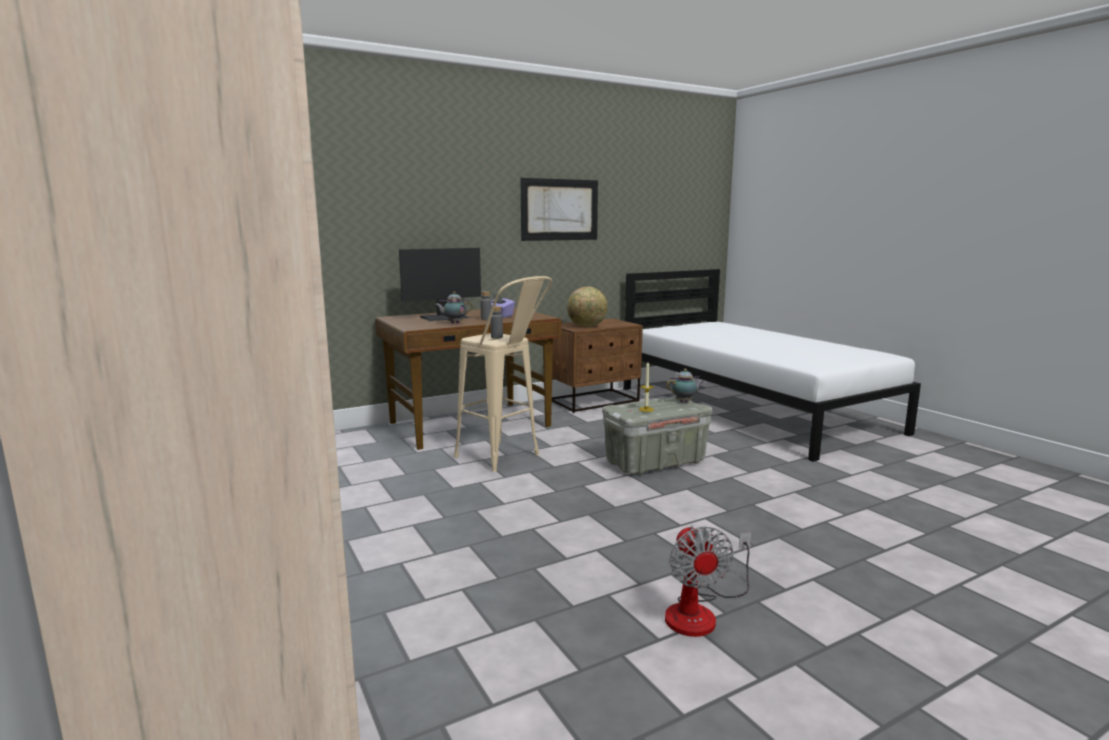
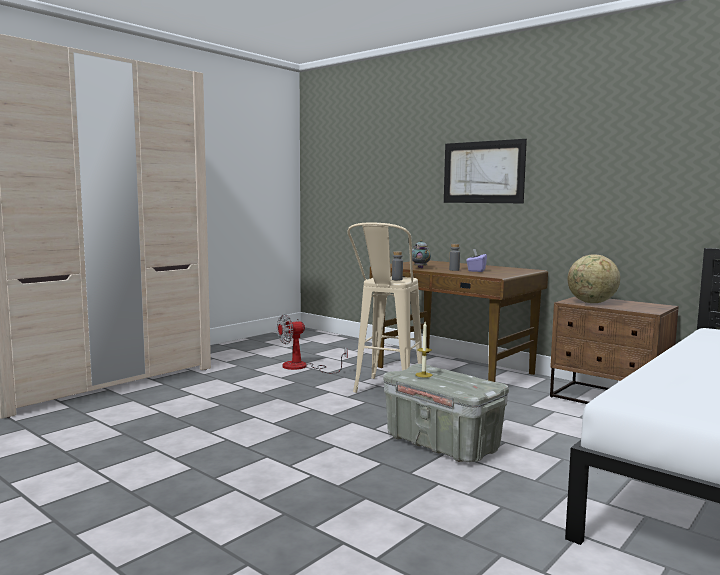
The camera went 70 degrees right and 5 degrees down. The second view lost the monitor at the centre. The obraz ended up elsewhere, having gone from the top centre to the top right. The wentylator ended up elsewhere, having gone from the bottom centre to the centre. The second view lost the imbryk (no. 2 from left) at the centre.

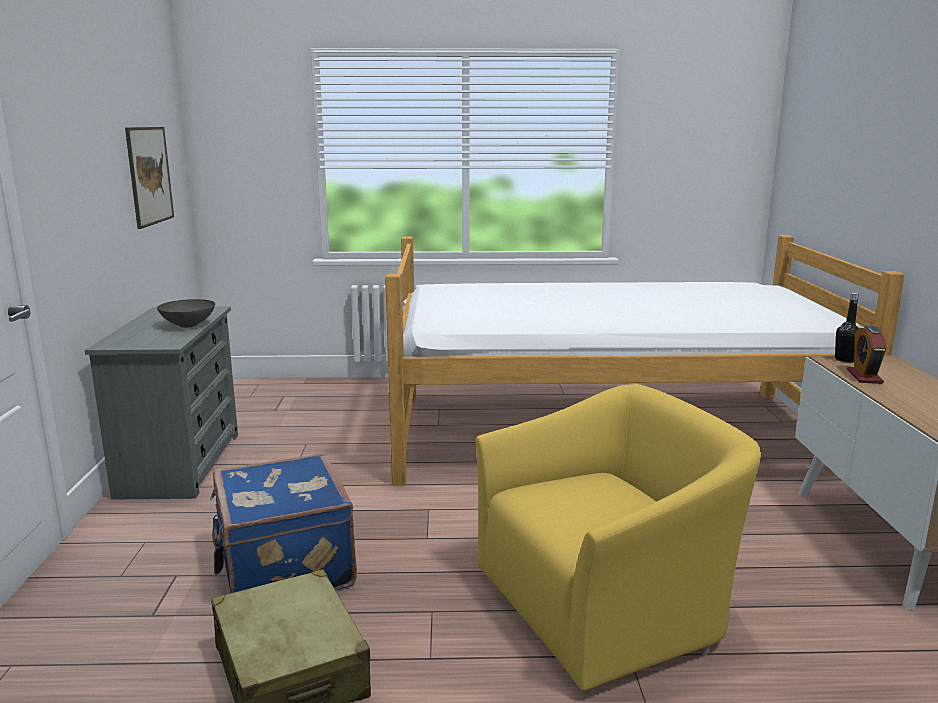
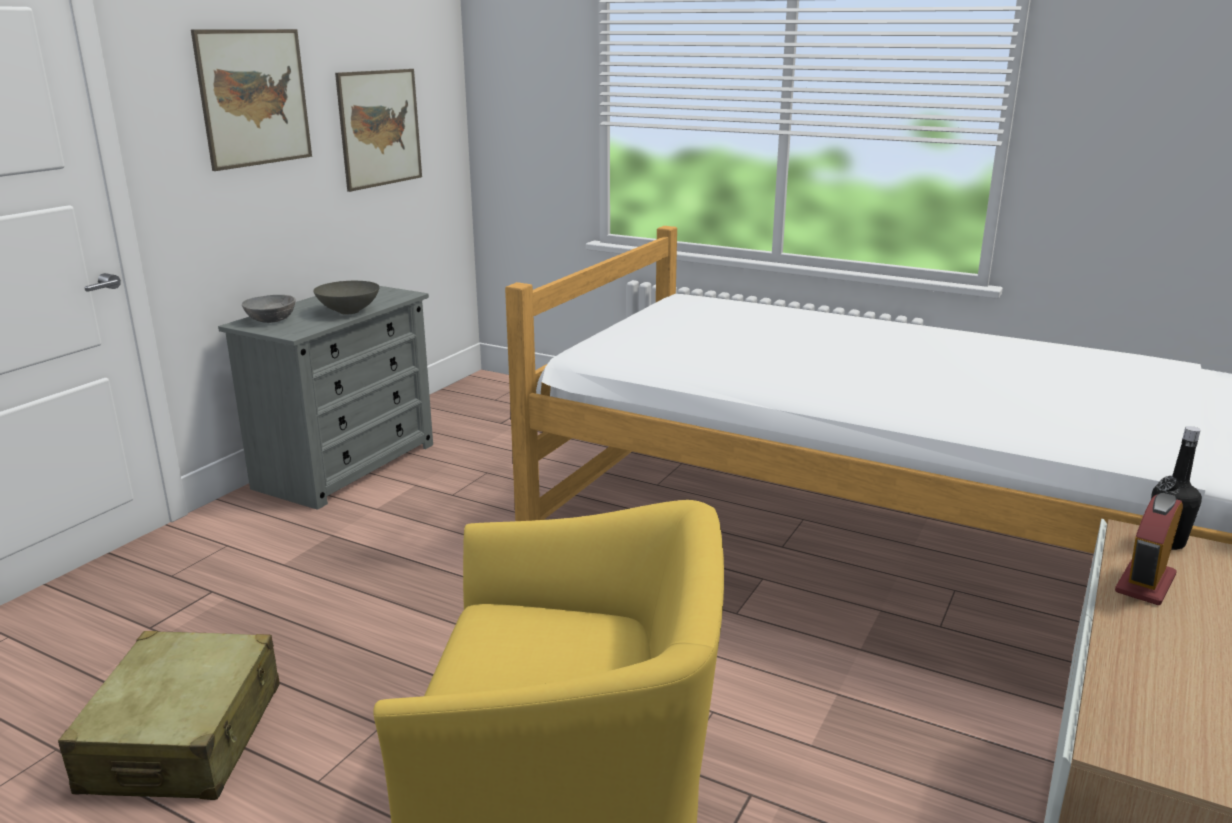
The camera went 30 degrees right and 5 degrees up. The second view lost the walizka [niebieski] at the bottom left. The second view gained the obraz (no. 1 from left) at the top left. The second view gained the miska [szary] (no. 1 from left) at the middle left.

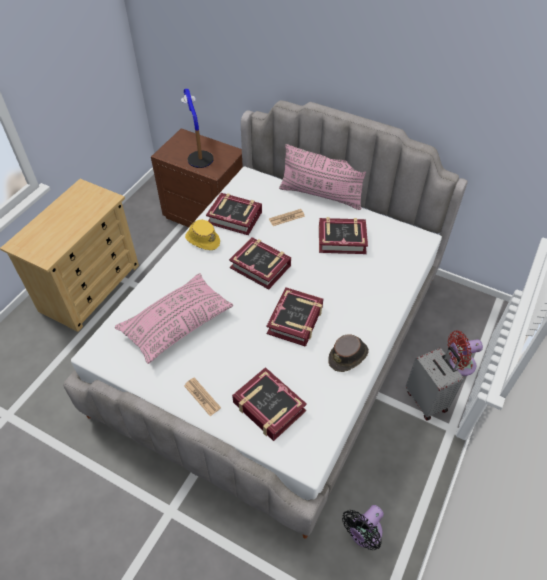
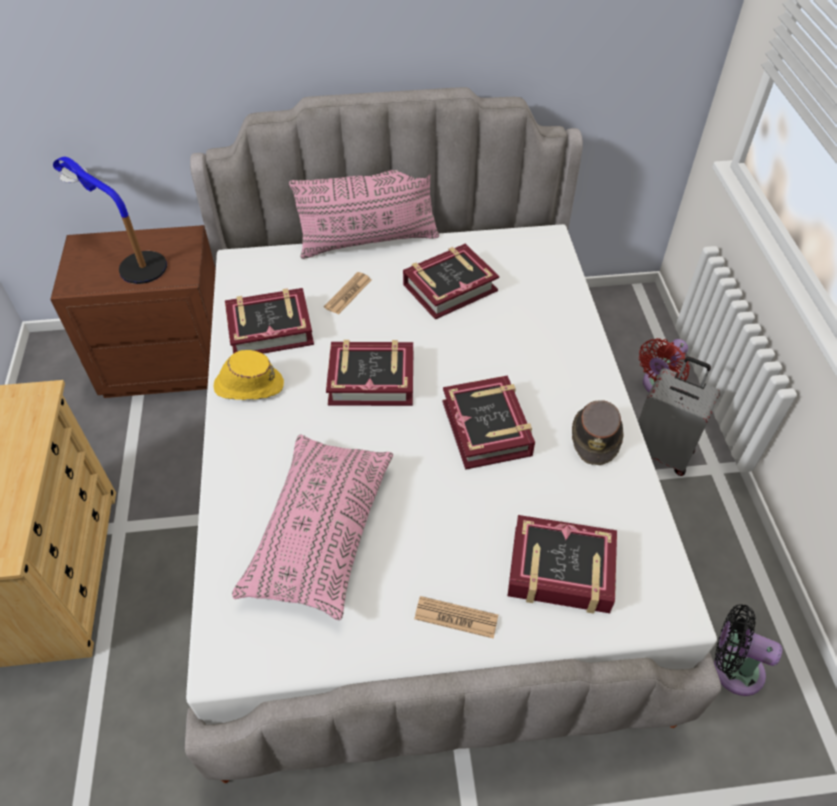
The camera went 35 degrees left and 0 degrees up. The wentylator [czarny] at the bottom centre ended up facing another way, 105 degrees clockwise from before.

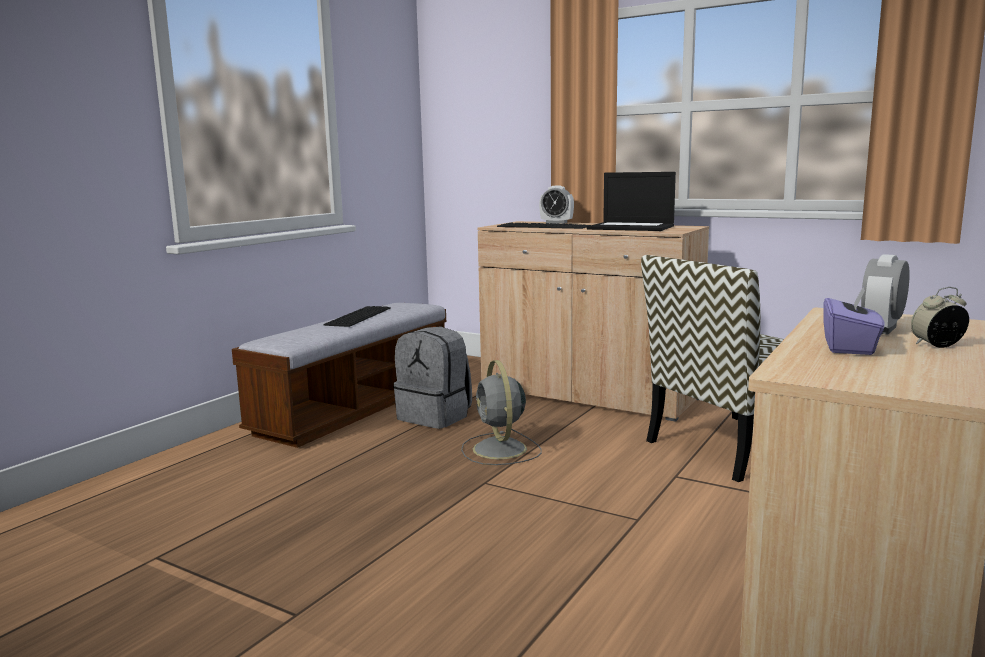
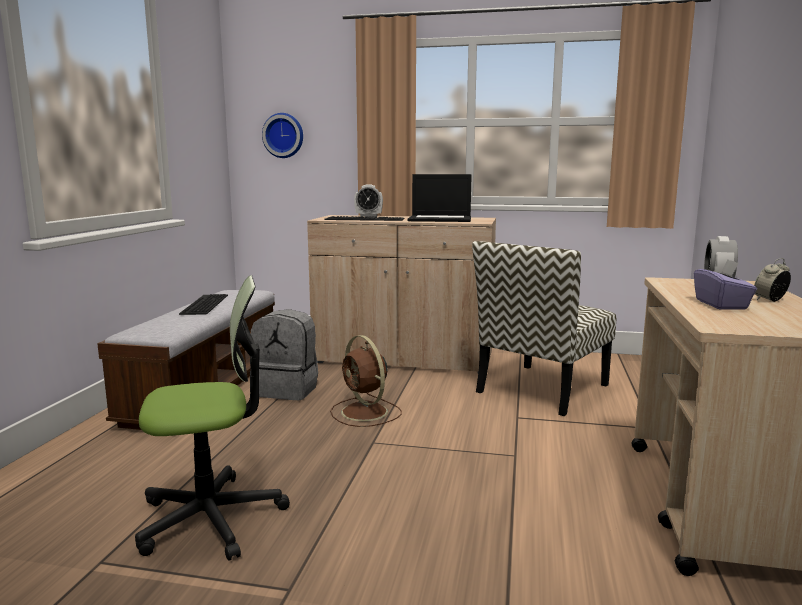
The camera went 20 degrees left and 0 degrees up. What was the wentylator [szary] at the centre turned into the wentylator [brązowy] at the centre. The second view gained the krzesło biurowe at the bottom left. The second view gained the zegar ścienny at the top centre.

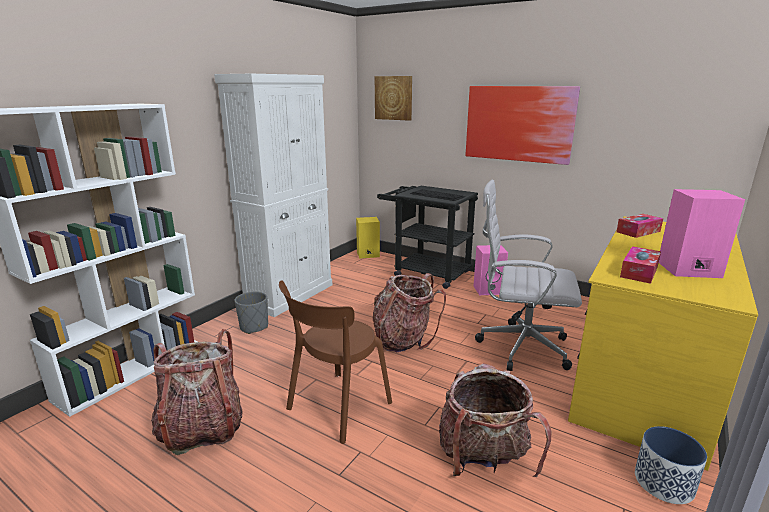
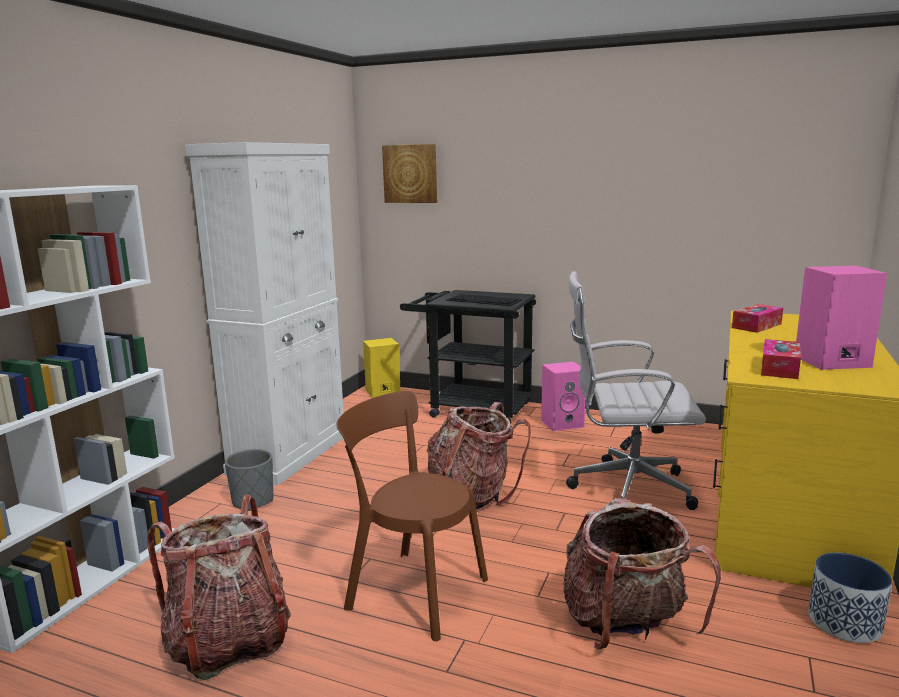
The camera went 10 degrees left and 5 degrees down. The krzesło [brązowy] at the bottom centre ended up facing another way, 90 degrees clockwise from before. The second view lost the obraz (no. 2 from left) at the top right.

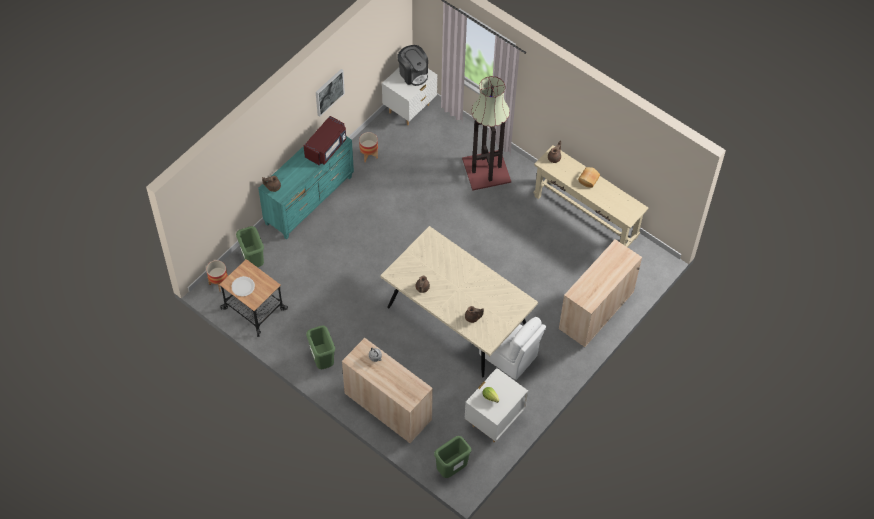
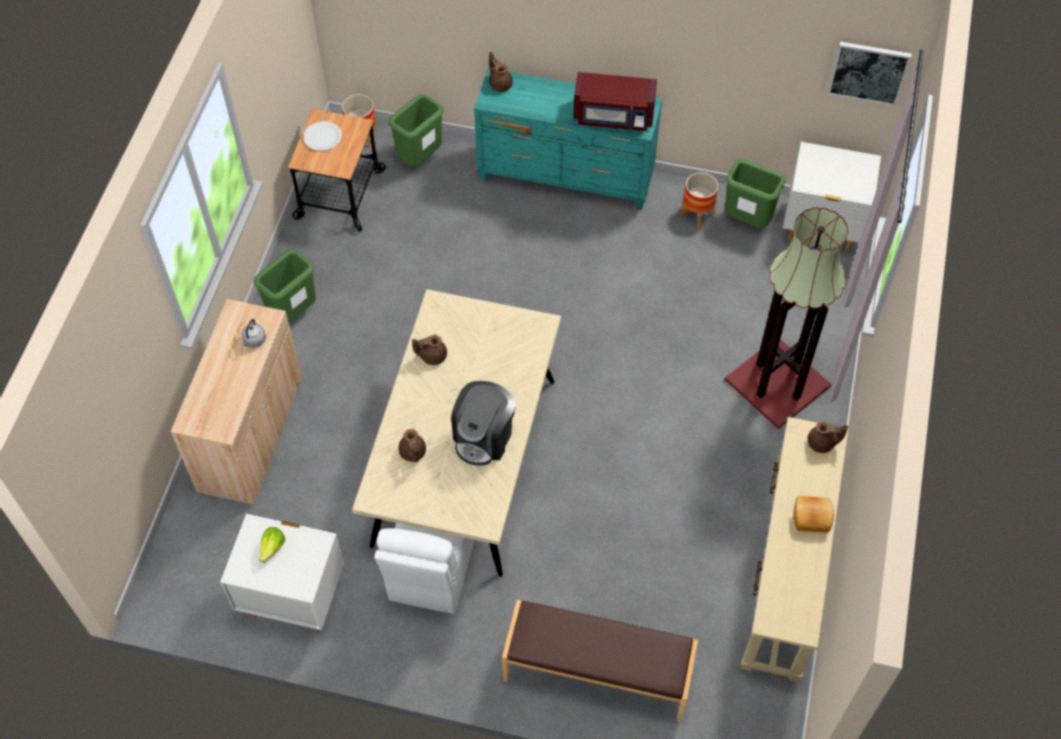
The camera went 65 degrees right and 0 degrees up. The obraz ended up elsewhere, having gone from the top centre to the top right. The ekspres do kawy ended up elsewhere, having gone from the top centre to the centre. The kosz na śmieci [zielony] (no. 3 from left) ended up elsewhere, having gone from the bottom centre to the top right. Where the szafka [beżowy] (no. 2 from left) stood at the middle right, the ławka [brązowy] came to stand at the bottom centre.

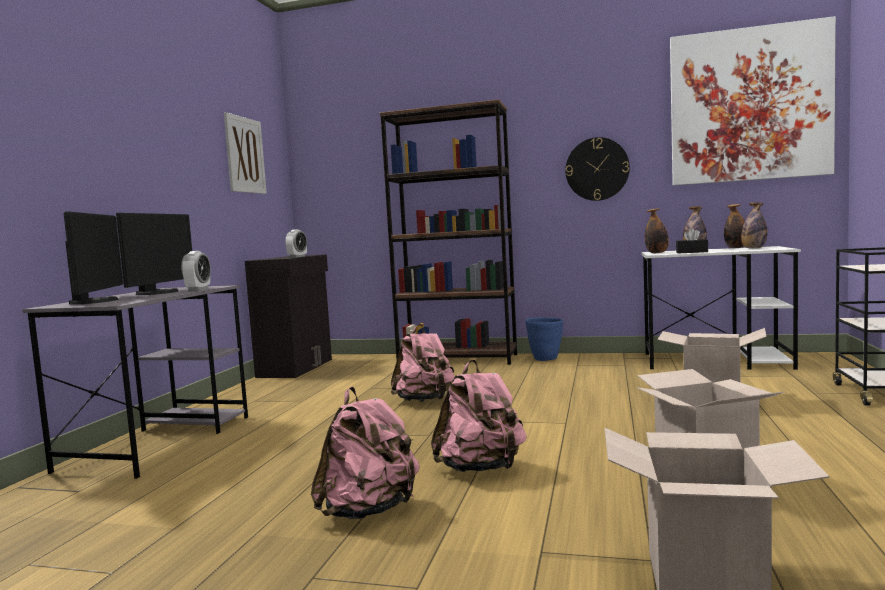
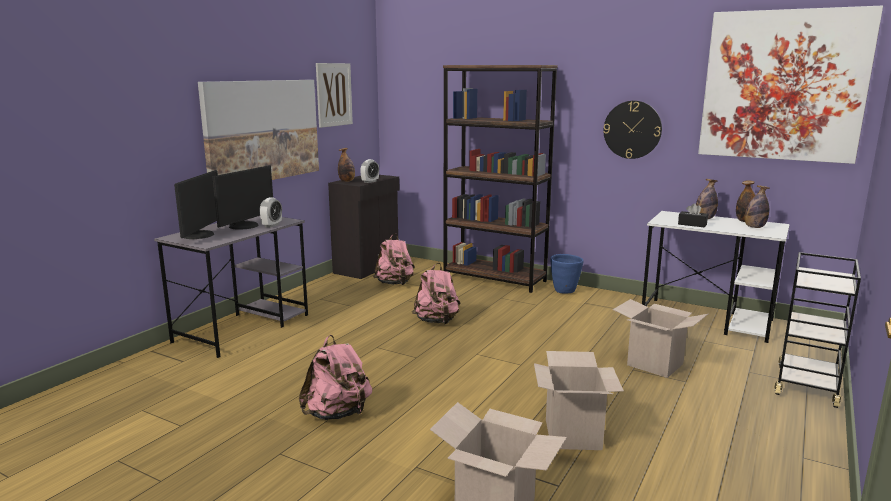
The camera went 15 degrees right and 10 degrees up. The plecak [różowy] (no. 3 from left in the first image) ended up elsewhere, having gone from the bottom centre to the centre. The butelka (no. 1 from left) ended up elsewhere, having gone from the middle right to the top centre. The second view gained the obraz (no. 1 from left) at the top left.

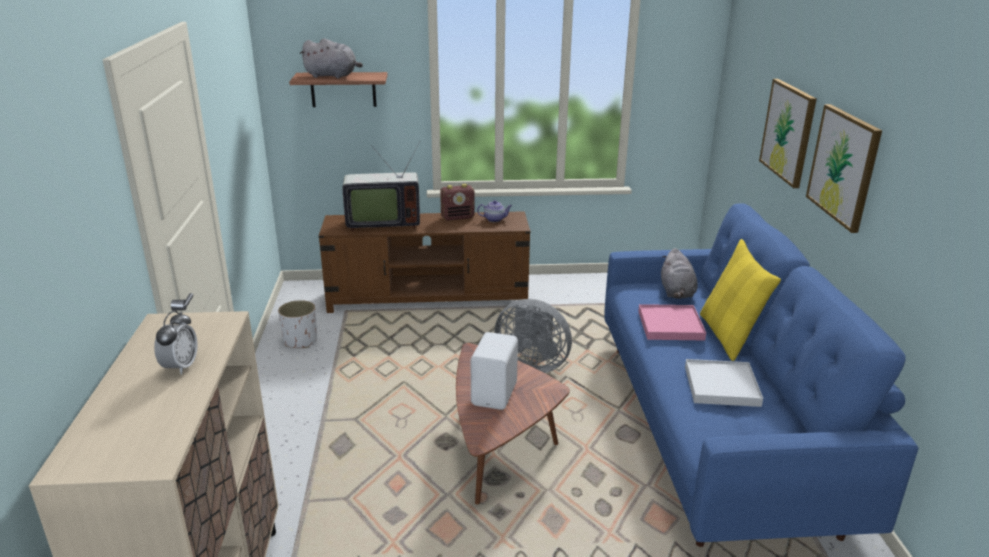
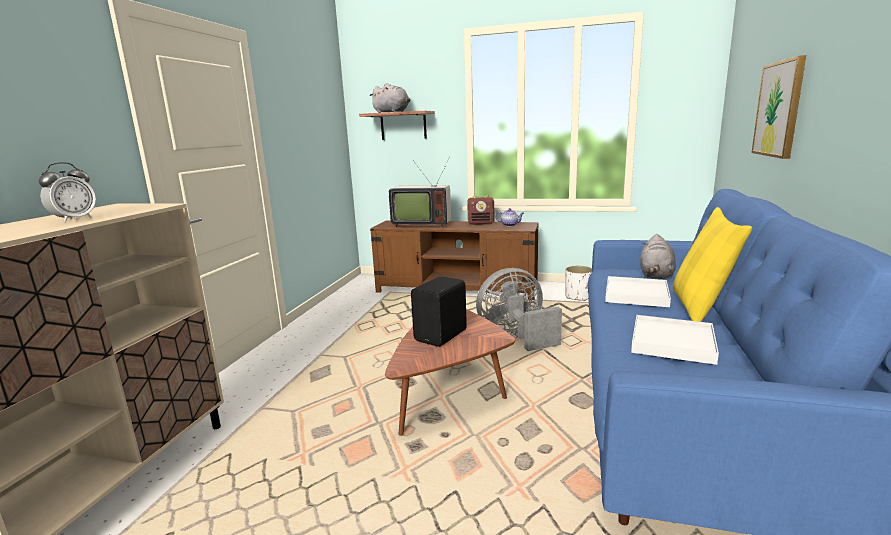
The camera went 20 degrees right and 10 degrees down. The donica [biały] ended up elsewhere, having gone from the middle left to the centre. What was the głośnik [biały] at the centre turned into the głośnik [czarny] at the centre. The wentylator [szary] at the centre ended up facing another way, 120 degrees clockwise from before. What was the taca [różowy] at the middle right turned into the taca [biały] (no. 1 from left) at the middle right. The second view lost the obraz (no. 2 from left) at the top right.

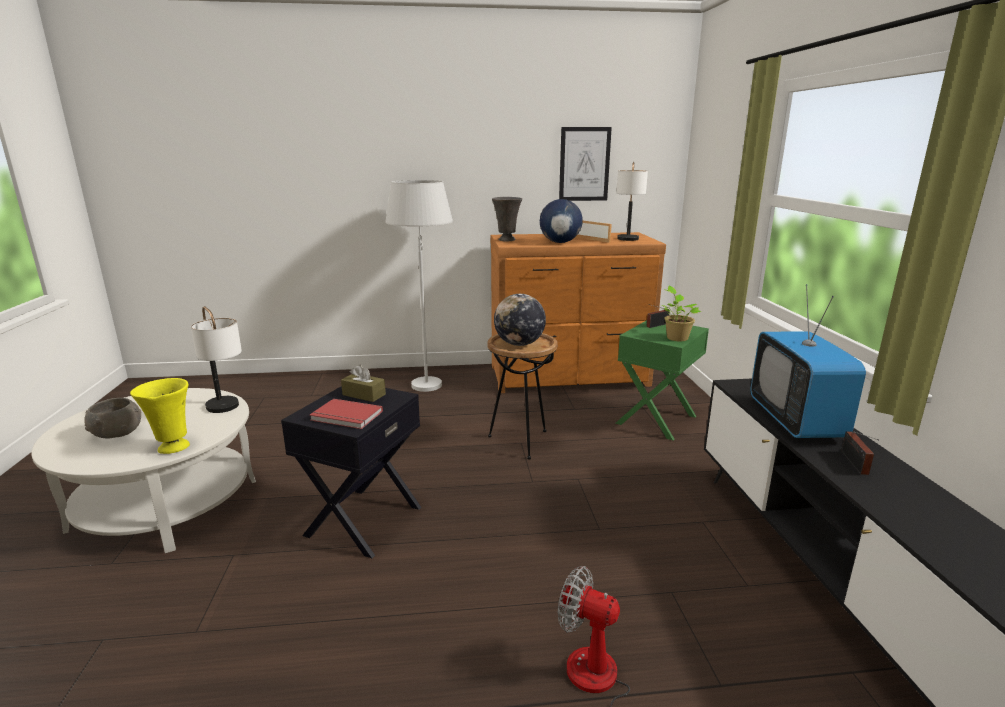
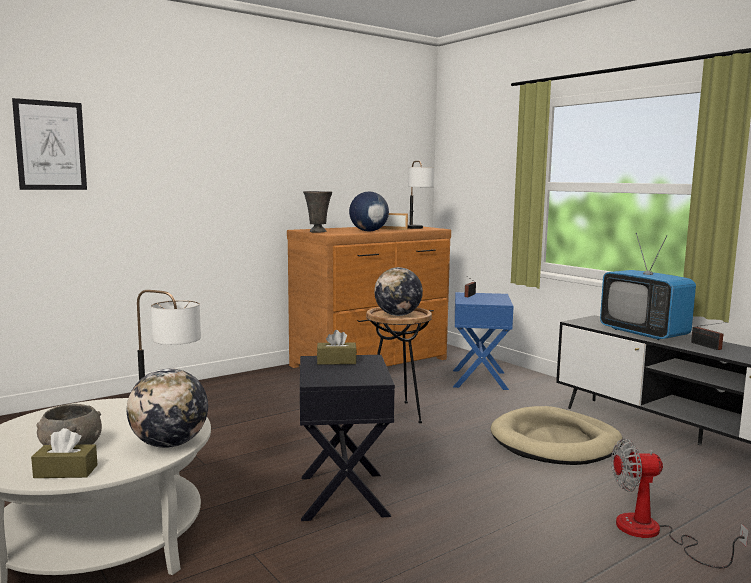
The camera went 30 degrees left and 10 degrees down. Where the wazon [żółty] stood at the middle left, the globus (no. 1 from left) came to stand at the bottom left. The second view lost the książka [czerwony] at the centre. The second view lost the lampa stojąca [biały] at the centre. The obraz ended up elsewhere, having gone from the top centre to the top left. What was the stolik [zielony] at the centre turned into the stolik [niebieski] at the centre. The second view lost the roślina doniczkowa at the middle right. The second view gained the pudełko chusteczek [brązowy] (no. 1 from left) at the bottom left. The second view gained the legowisko [beżowy] at the bottom right.

